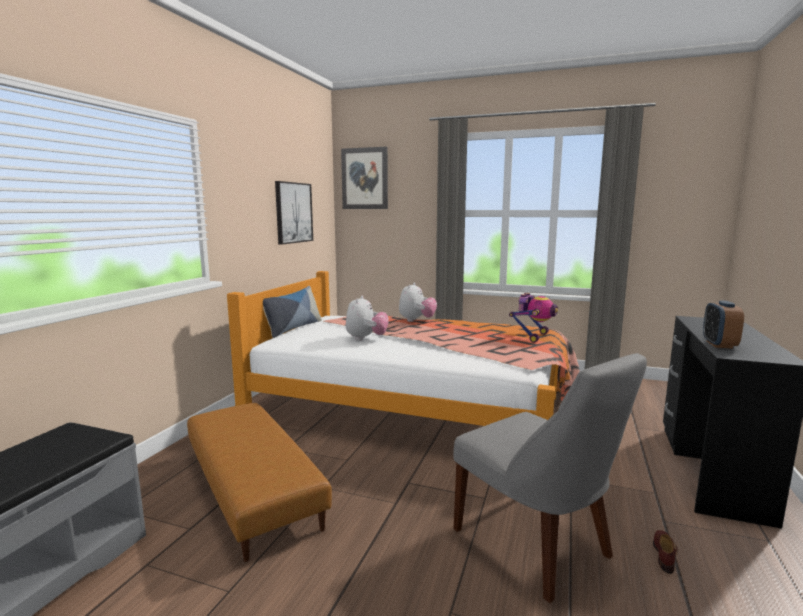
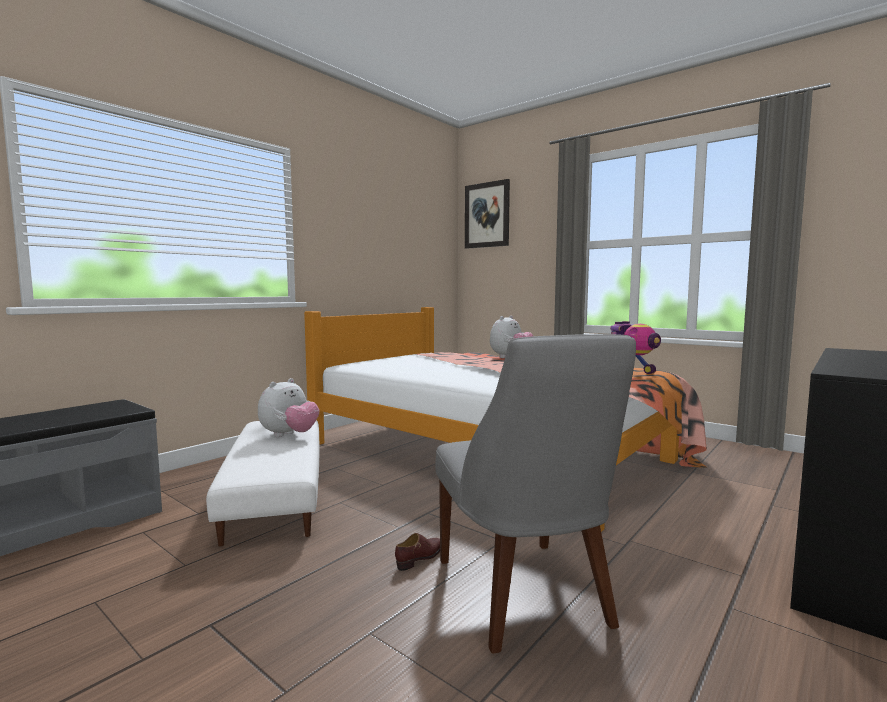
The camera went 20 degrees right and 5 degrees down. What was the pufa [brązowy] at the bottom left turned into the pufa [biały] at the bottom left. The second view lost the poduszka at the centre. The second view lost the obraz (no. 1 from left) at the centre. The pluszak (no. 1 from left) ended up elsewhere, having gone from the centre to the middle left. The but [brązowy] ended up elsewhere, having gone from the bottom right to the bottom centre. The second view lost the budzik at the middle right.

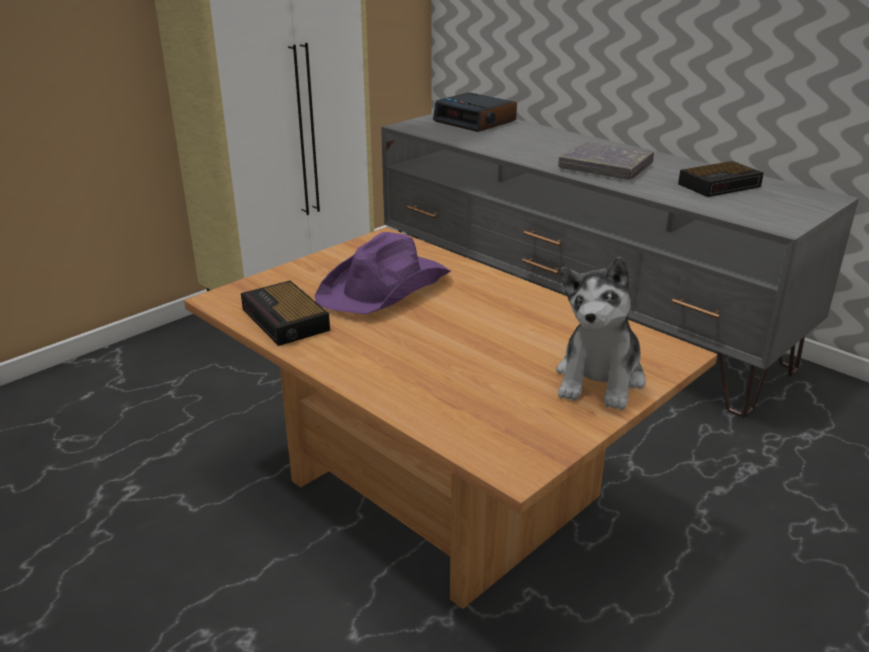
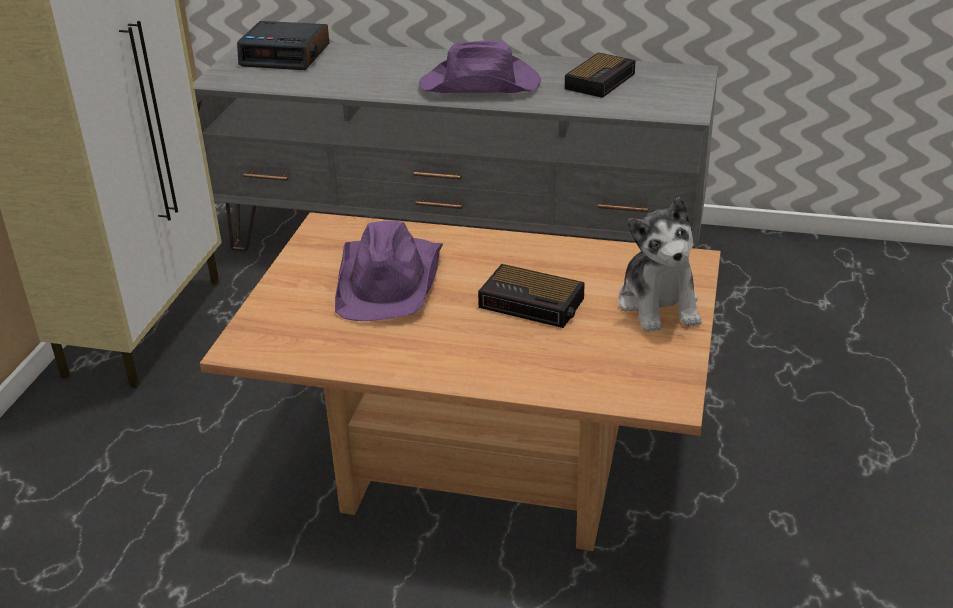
The camera went 30 degrees left and 5 degrees up. The budzik (no. 1 from left in the first image) ended up elsewhere, having gone from the middle left to the centre. Where the książka [szary] stood at the top right, the kapelusz [fioletowy] (no. 2 from left) came to stand at the top centre.

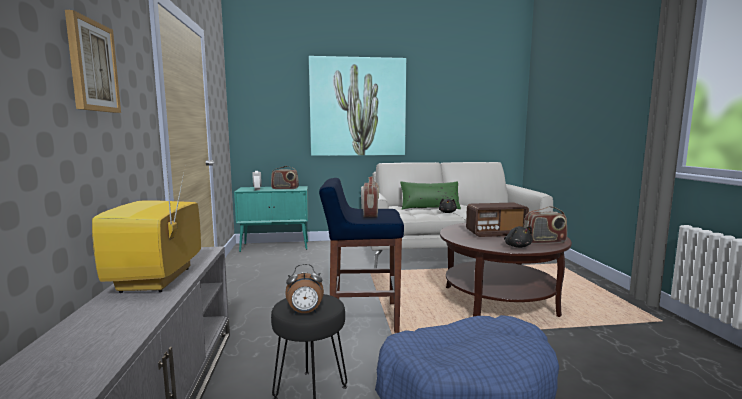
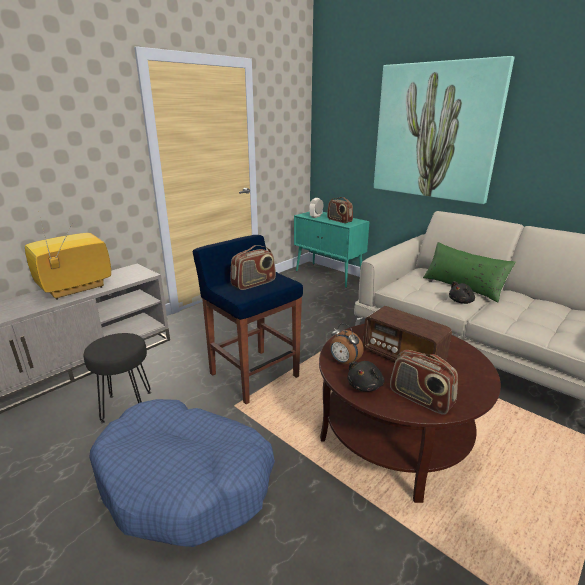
The camera went 50 degrees right and 15 degrees up. The second view lost the obraz (no. 1 from left) at the top left. The budzik (no. 2 from left) ended up elsewhere, having gone from the bottom centre to the centre.

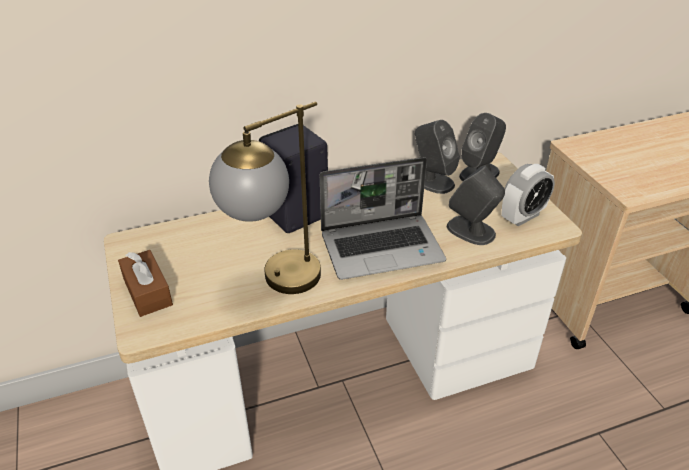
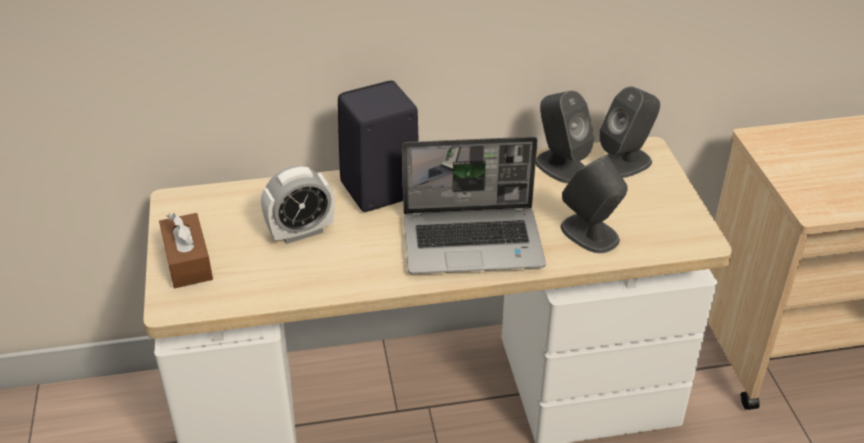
The camera went 10 degrees right and 0 degrees up. The second view lost the lampa stołowa at the centre. The budzik ended up elsewhere, having gone from the middle right to the centre.

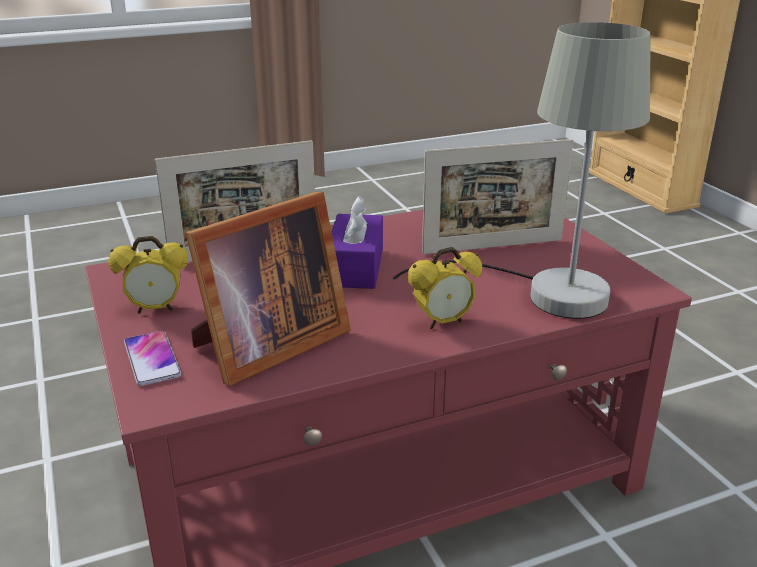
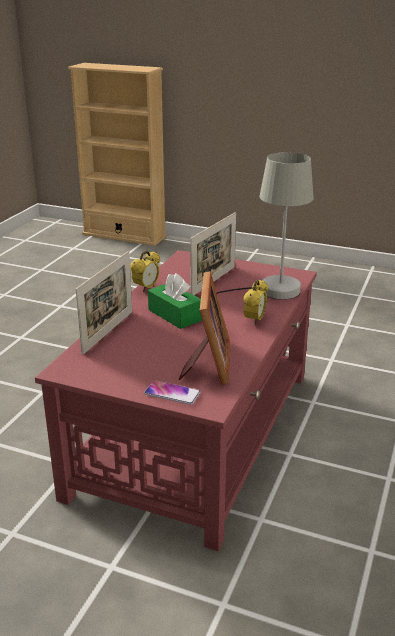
The camera went 45 degrees left and 0 degrees up. The budzik (no. 1 from left) ended up elsewhere, having gone from the middle left to the centre. What was the pudełko chusteczek [fioletowy] at the centre turned into the pudełko chusteczek [zielony] at the centre.

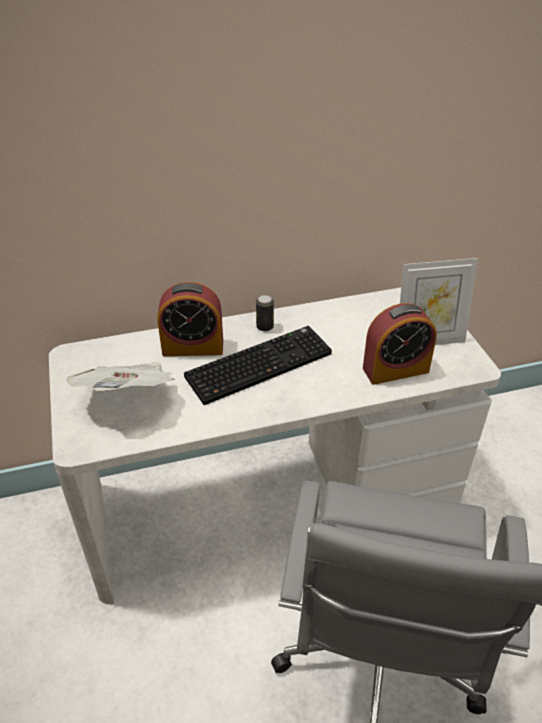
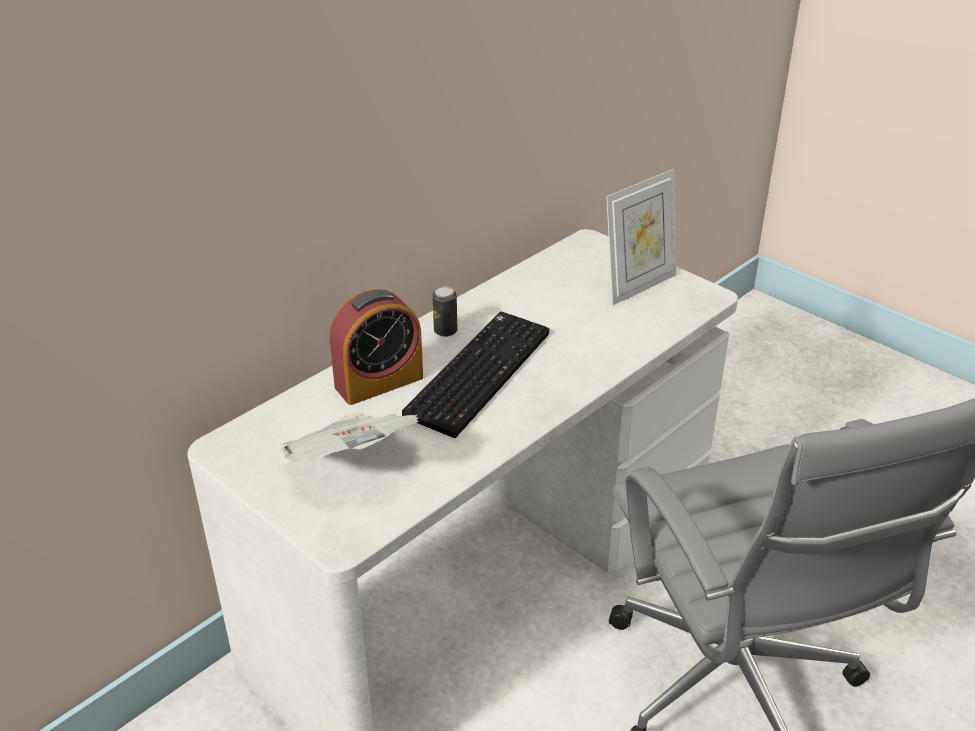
The camera went 30 degrees left and 5 degrees down. The second view lost the budzik (no. 2 from left) at the middle right.

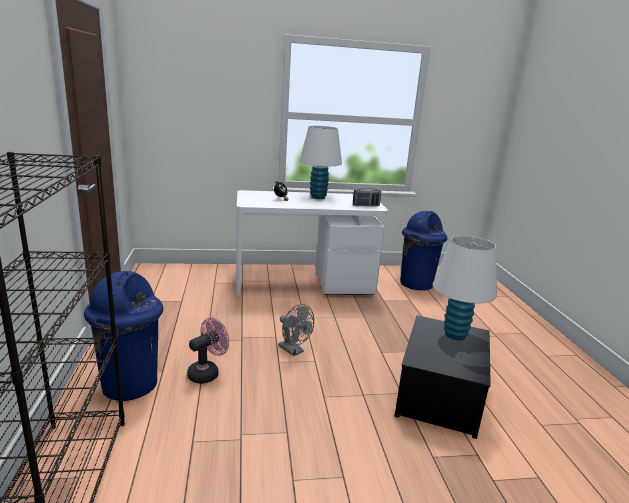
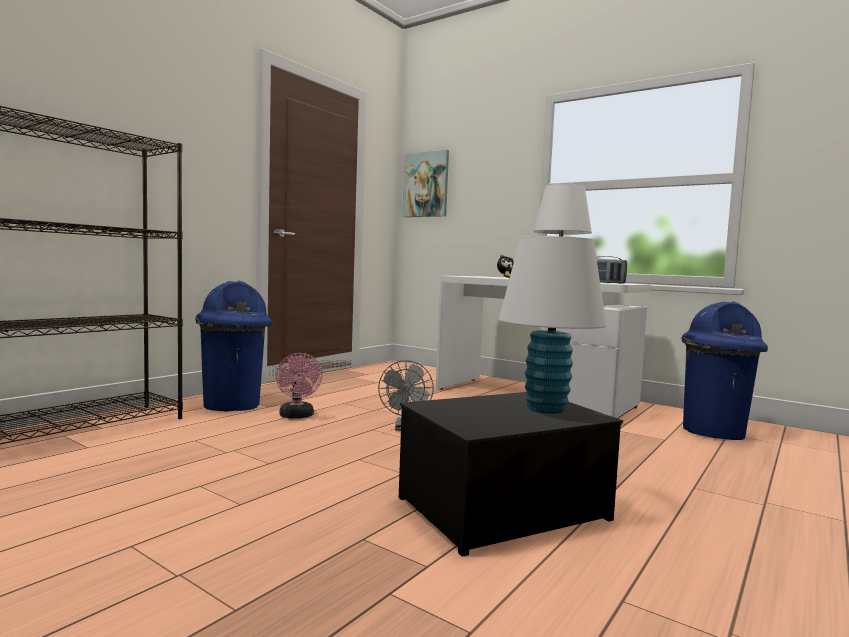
The camera went 45 degrees right and 15 degrees down. The wentylator [różowy] at the bottom left ended up facing another way, 75 degrees clockwise from before. The second view gained the obraz at the top centre.

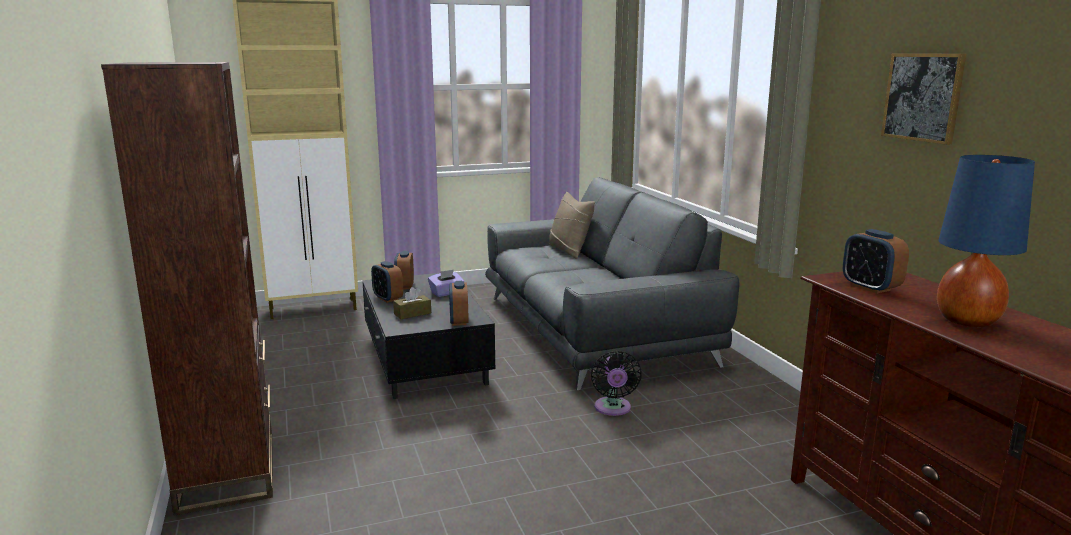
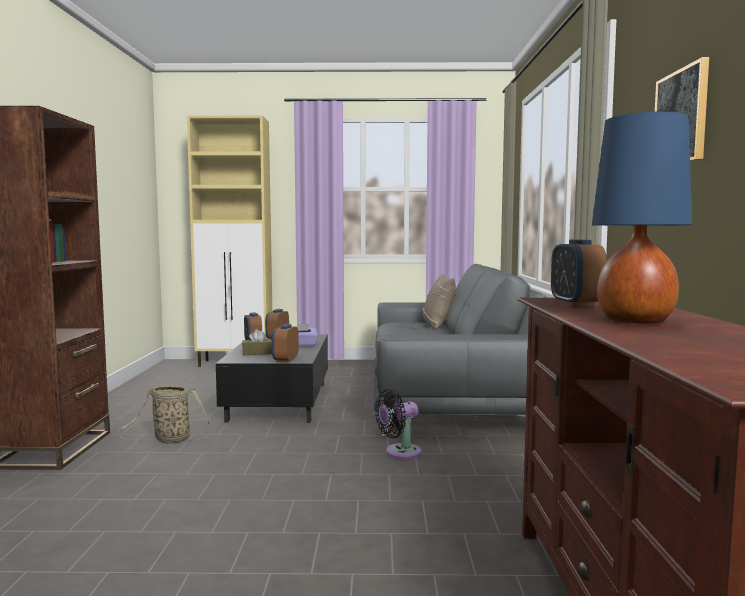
The camera went 20 degrees right and 10 degrees down. The wentylator [czarny] at the bottom centre ended up facing another way, 45 degrees clockwise from before. The second view gained the koszyk at the bottom left.

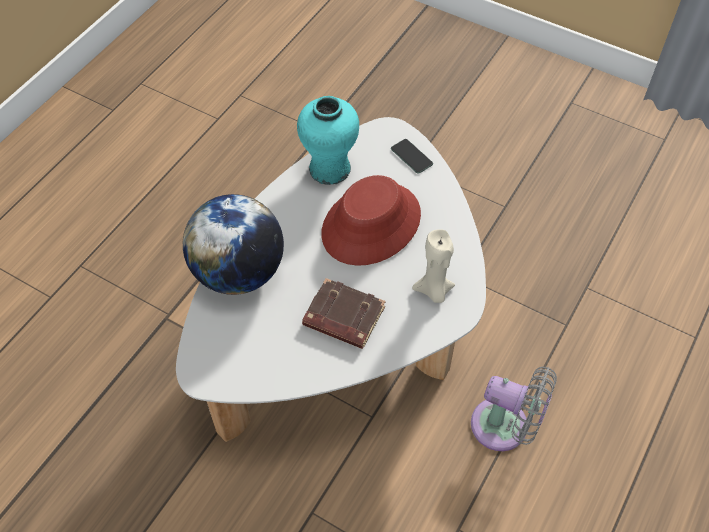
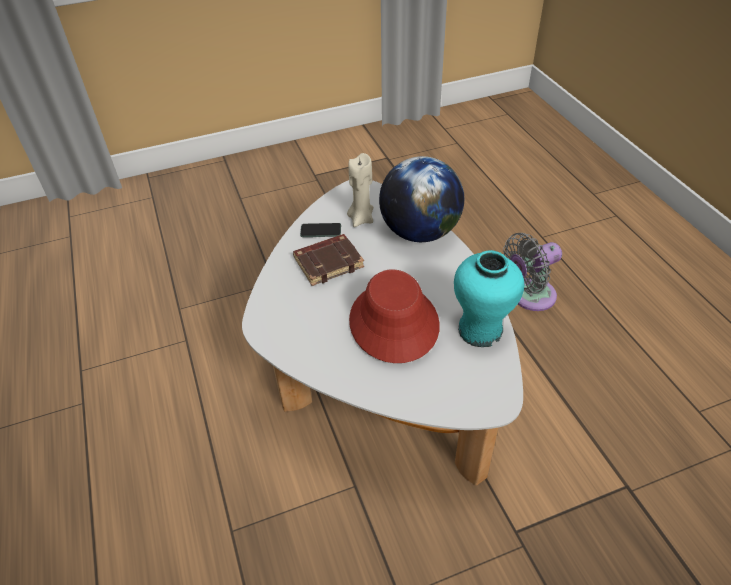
The camera went 130 degrees right and 10 degrees down. The telefon ended up elsewhere, having gone from the top centre to the centre. The świeca [beżowy] ended up elsewhere, having gone from the centre to the top centre. The wentylator [szary] ended up elsewhere, having gone from the bottom right to the middle right.

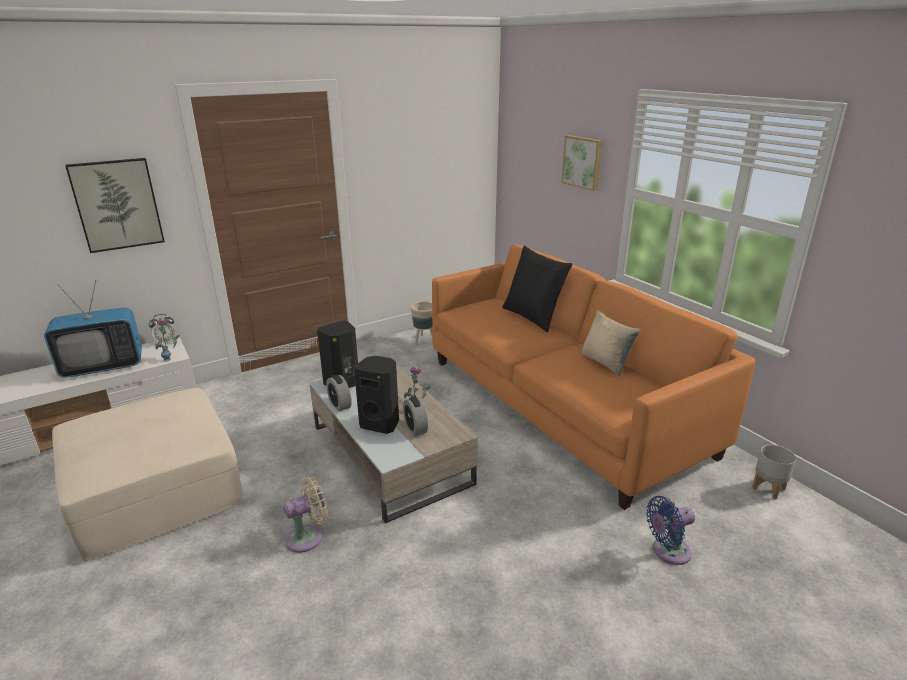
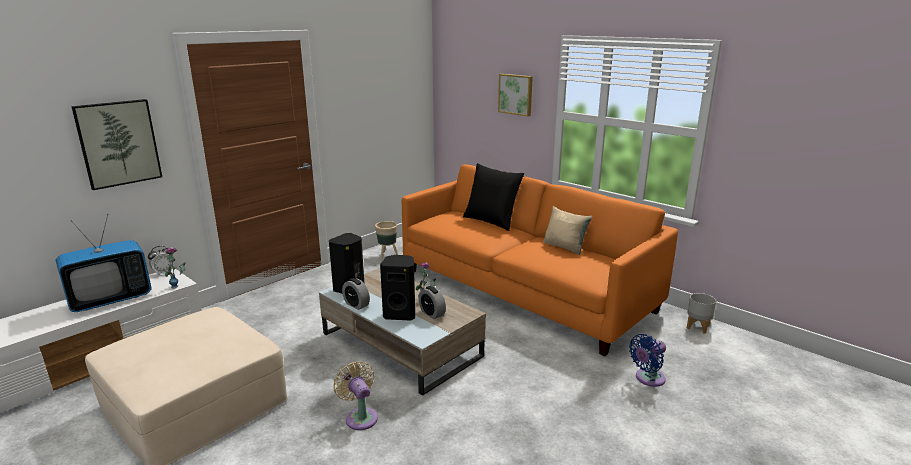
The camera went 15 degrees left and 5 degrees down. The wentylator [beżowy] at the bottom centre ended up facing another way, 75 degrees counterclockwise from before.

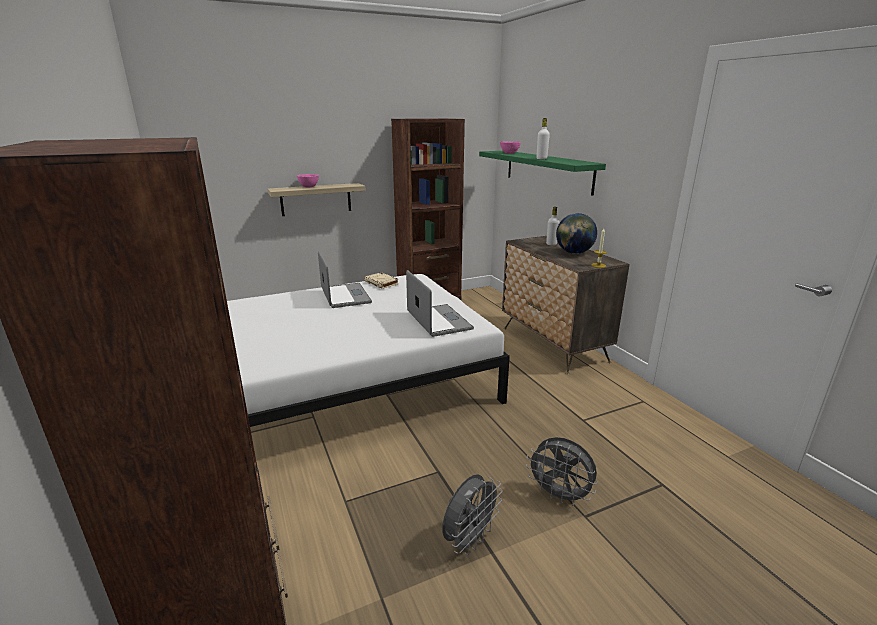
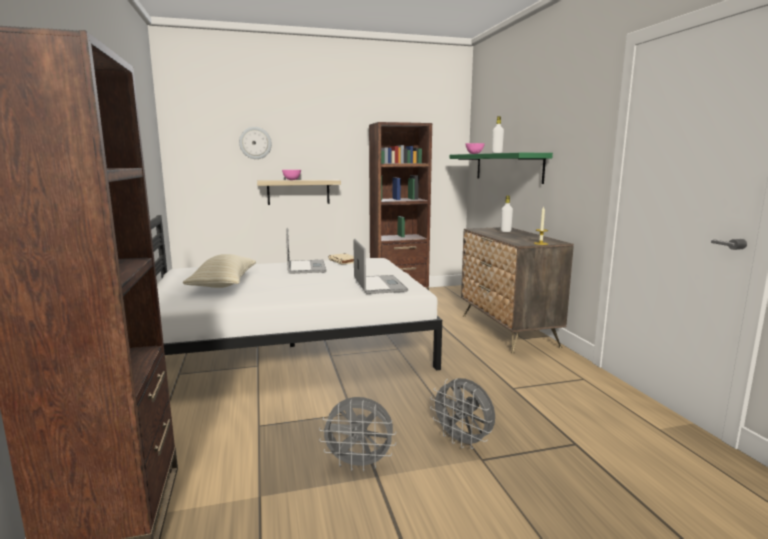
The camera went 10 degrees right and 10 degrees down. The wentylator [szary] (no. 1 from left) at the bottom centre ended up facing another way, 45 degrees clockwise from before. The second view lost the globus at the centre. The second view gained the poduszka [beżowy] at the middle left. The second view gained the zegar ścienny at the top left.

